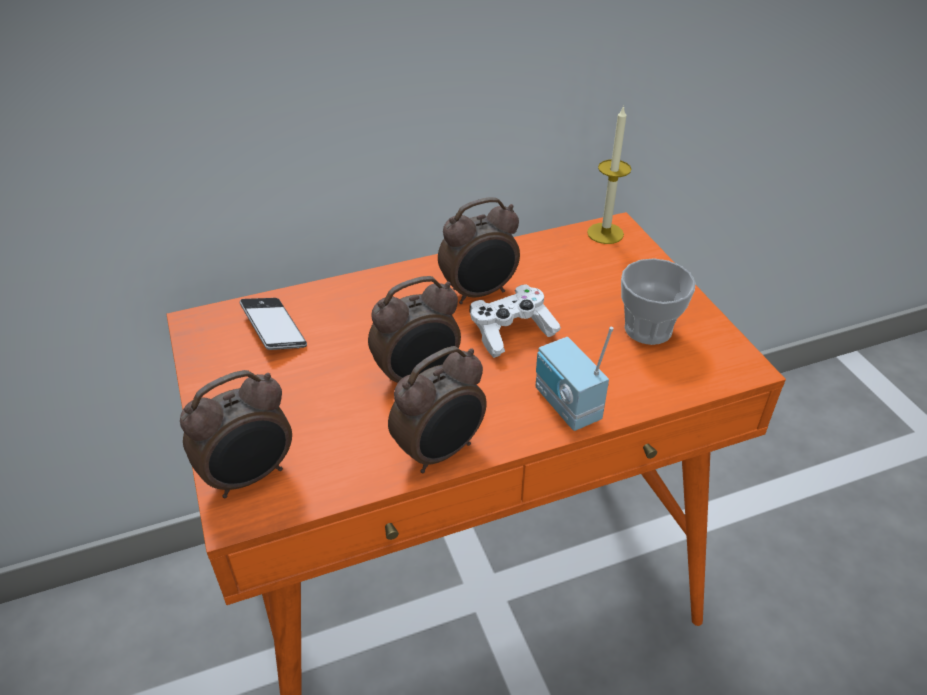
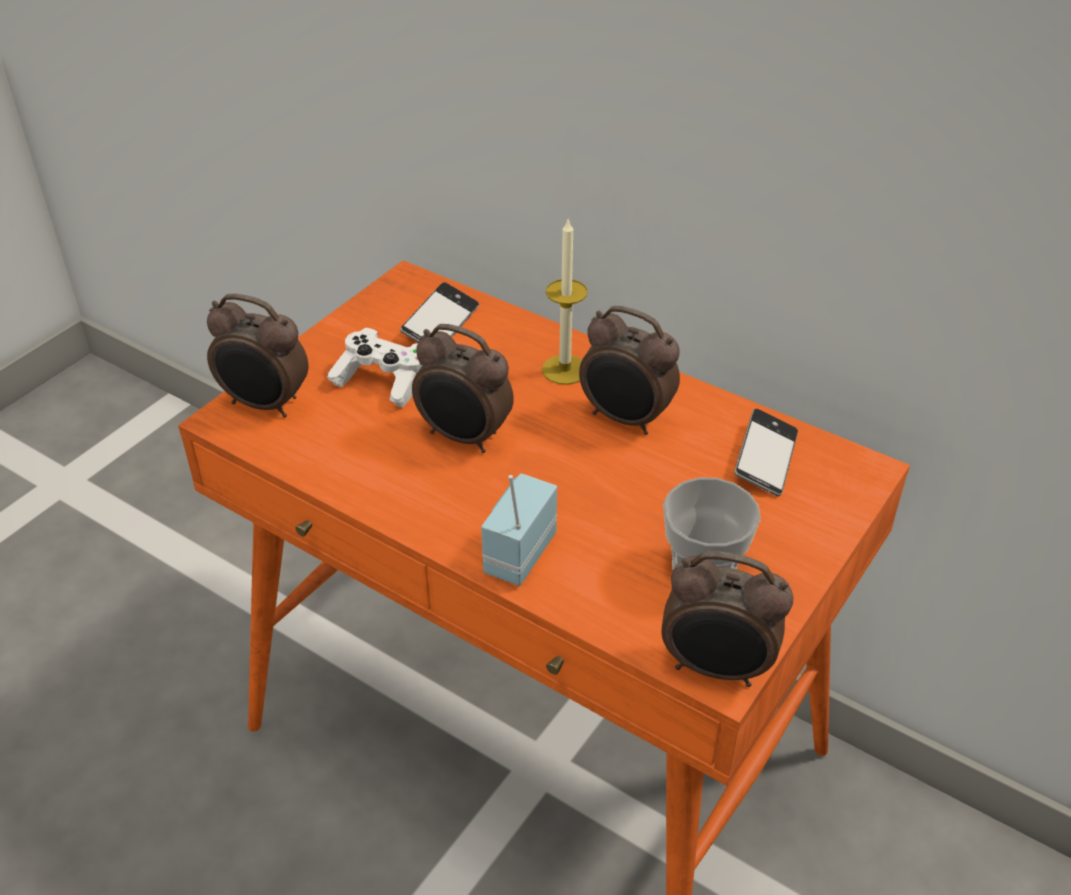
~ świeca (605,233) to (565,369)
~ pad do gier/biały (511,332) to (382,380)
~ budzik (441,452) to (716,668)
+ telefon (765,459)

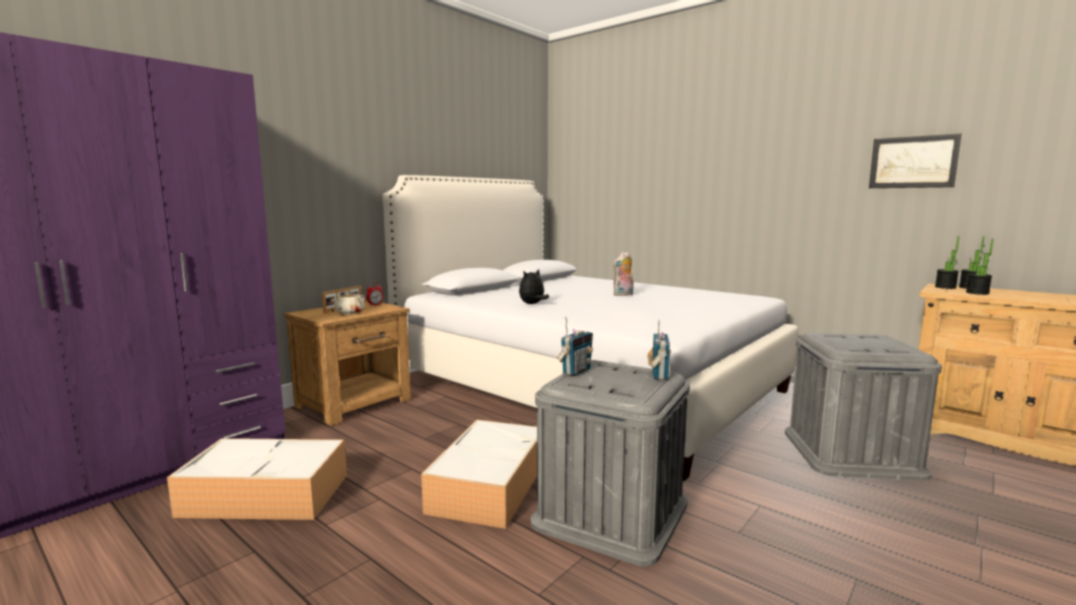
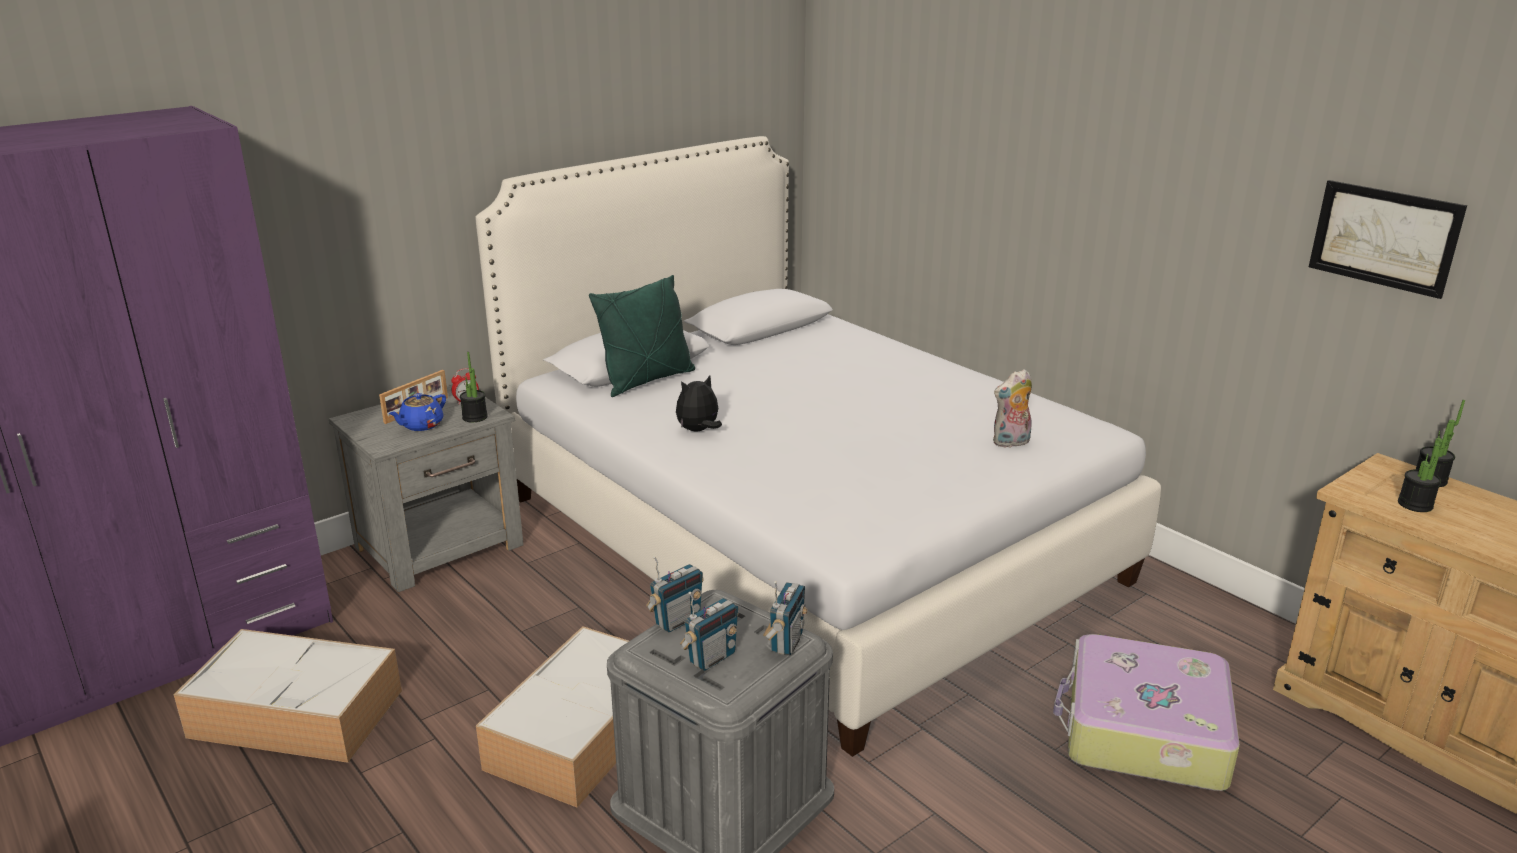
~ roślina doniczkowa (945,287) to (475,417)
~ pluszak (623,295) to (1011,443)
~ imbryk/beżowy (349,312) to imbryk/niebieski (421,425)
~ szafka nocna/brązowy (355,403) to szafka nocna/szary (442,546)
~ pojemnik do przechowywania/szary (851,453) to walizka (1143,731)
+ poduszka/zielony (647,380)
+ radio (711,658)

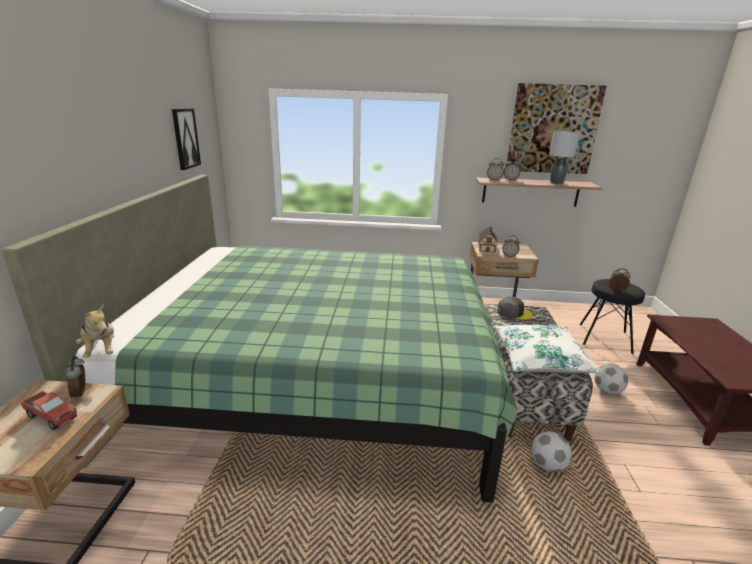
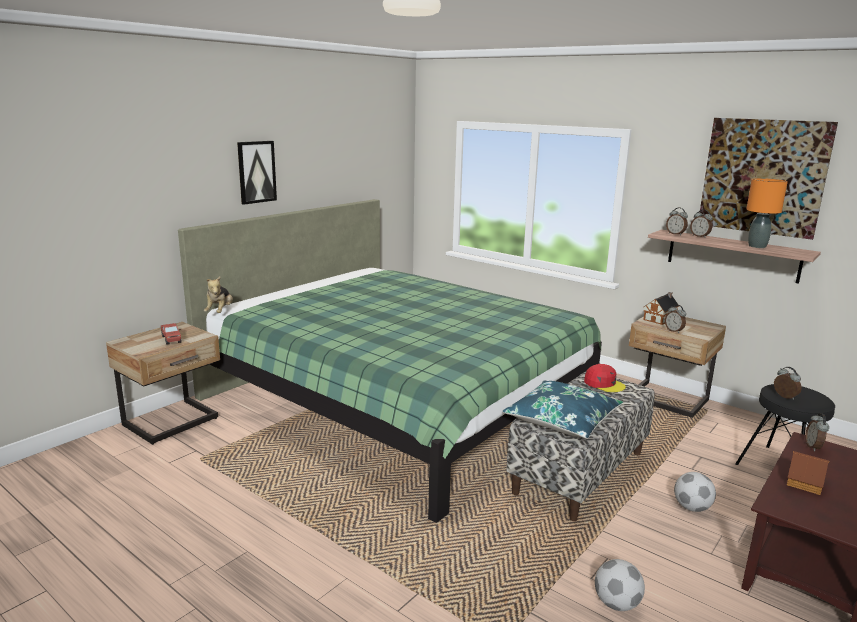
~ obraz (185,138) to (256,172)
~ lampa stołowa/szary (556,183) to lampa stołowa/pomarańczowy (756,246)
~ czapka z daszkiem/szary (513,313) to czapka z daszkiem/czerwony (604,384)
~ poduszka/biały (539,358) to poduszka/niebieski (562,420)
~ budzik (82,393) to (813,447)
~ piłka futbolowa (547,465) to (616,603)
+ domek (805,483)

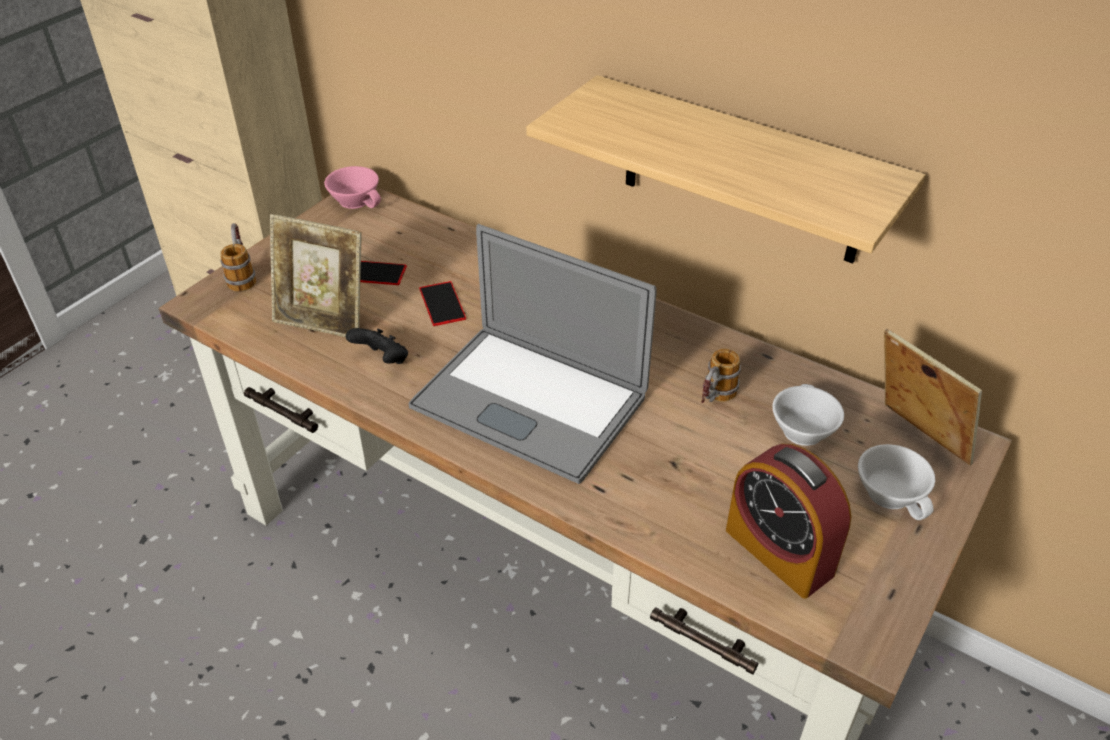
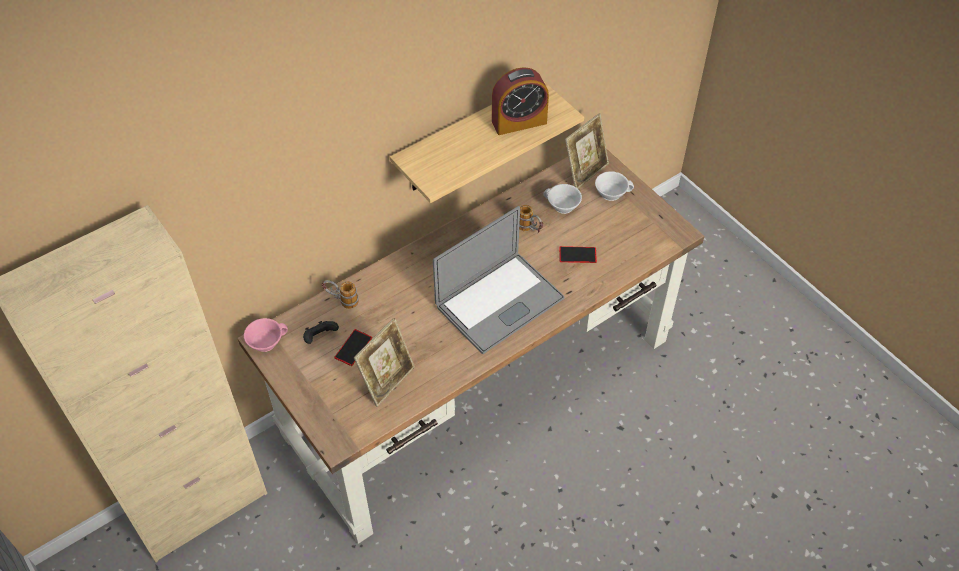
~ kubek (242,275) to (341,300)
~ telefon (442,303) to (577,254)
~ pad do gier/czarny (382,360) to (320,337)
~ ramka na zdjęcie (914,441) = (585,172) 150 degrees clockwise
~ budzik (779,552) to (519,122)

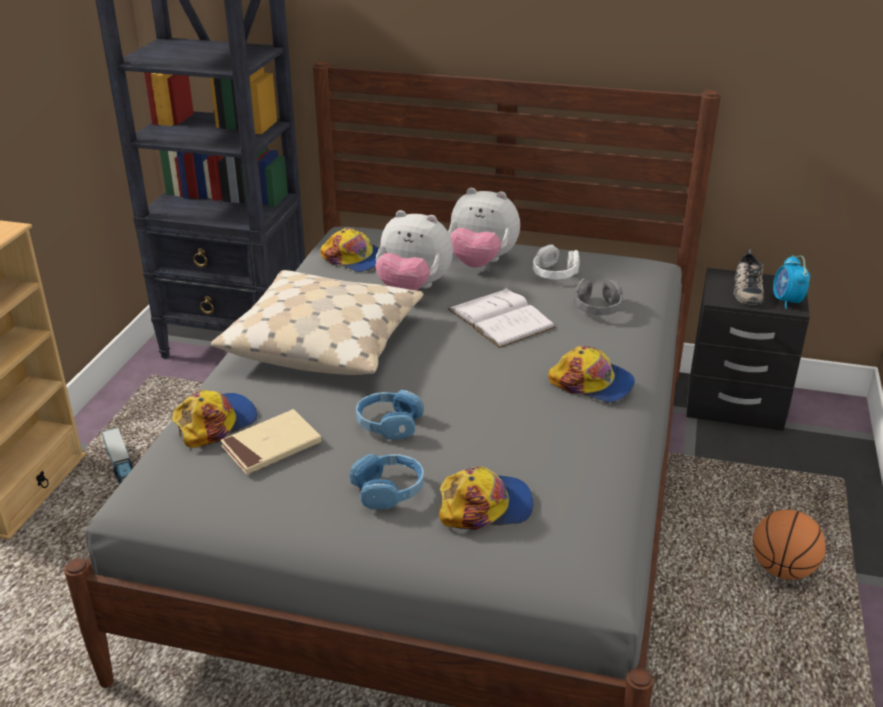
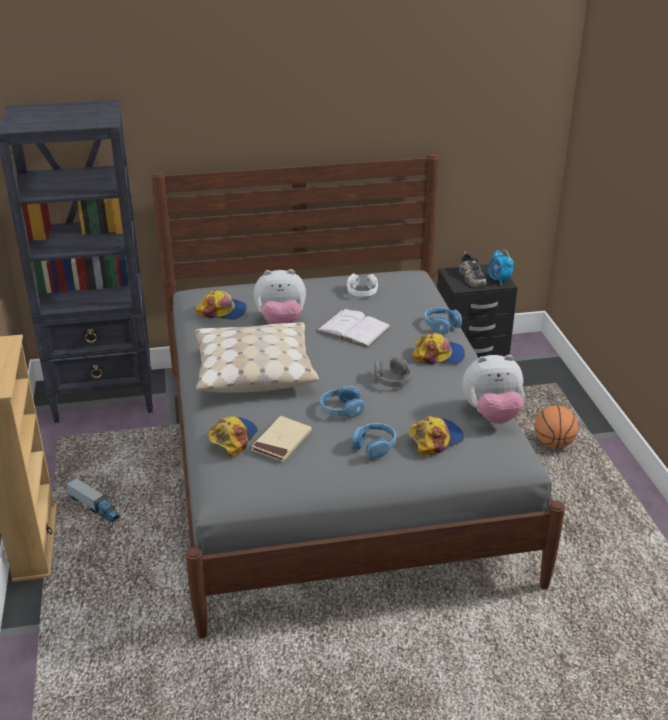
~ pluszak (481,263) to (492,415)
~ słuchawki/szary (597,308) to (392,380)
+ słuchawki/niebieski (441,325)

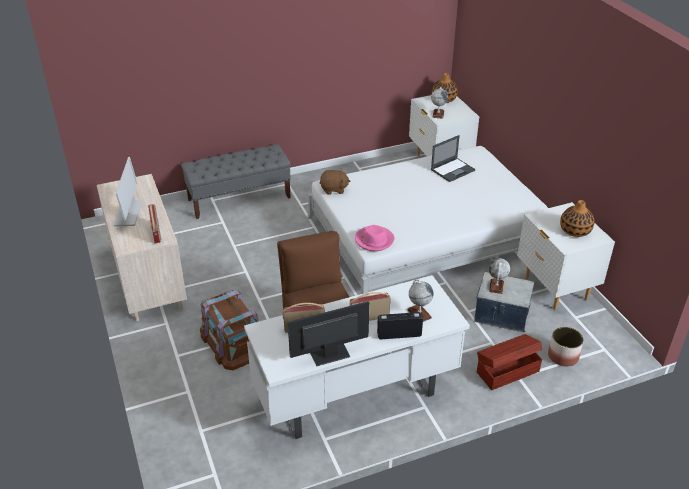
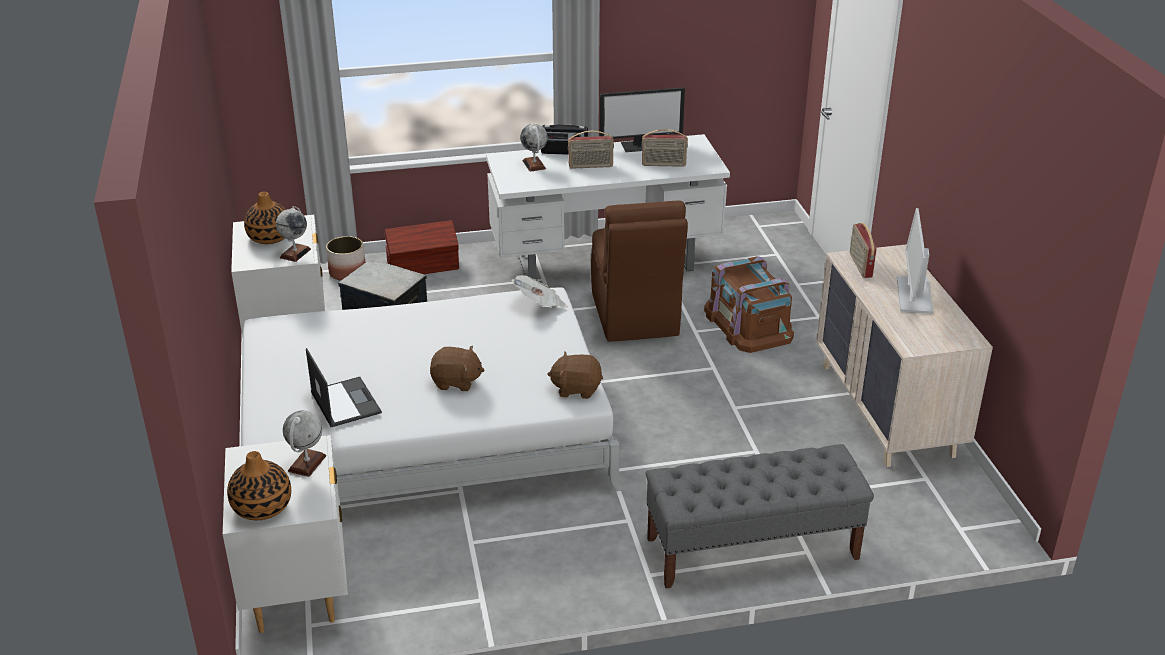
~ laptop (453,170) = (345,402) 90 degrees clockwise
~ kapelusz/różowy (374,240) to gazeta (540,305)
~ globus (496,286) to (295,253)
+ pluszak/brązowy (456,382)

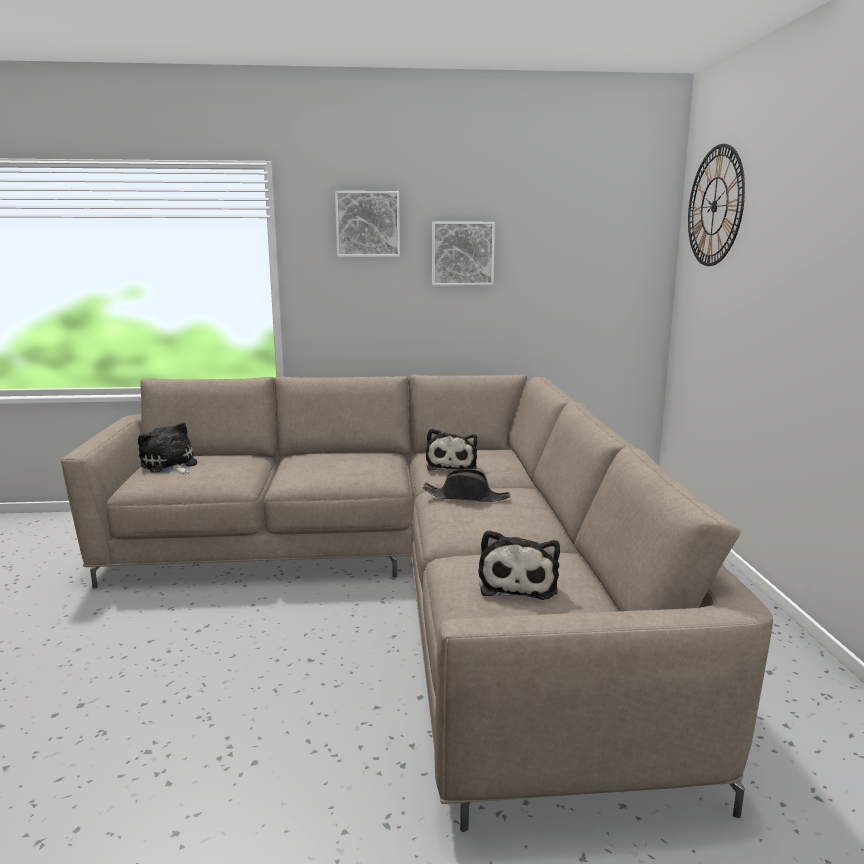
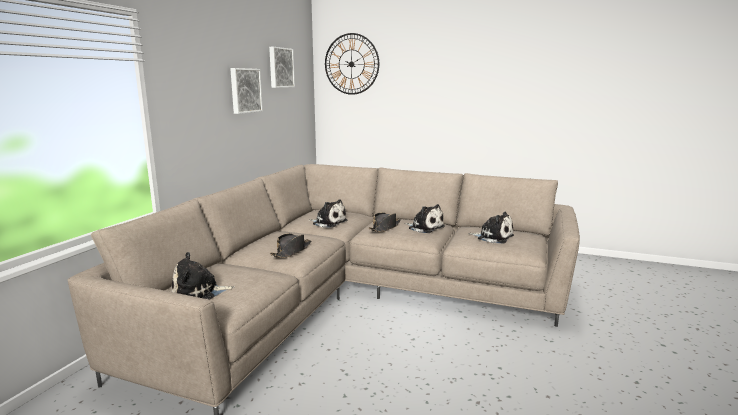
~ obraz (367,224) to (280,67)
+ pluszak (424,228)
+ kapelusz/czarny (291,251)

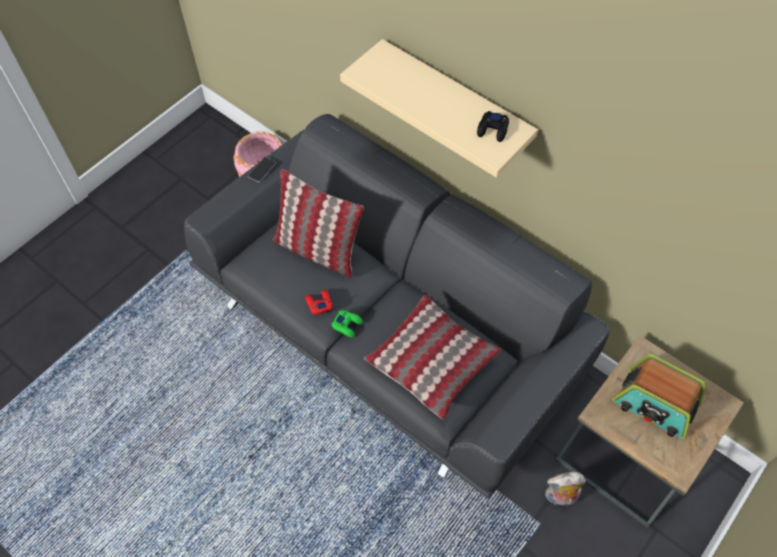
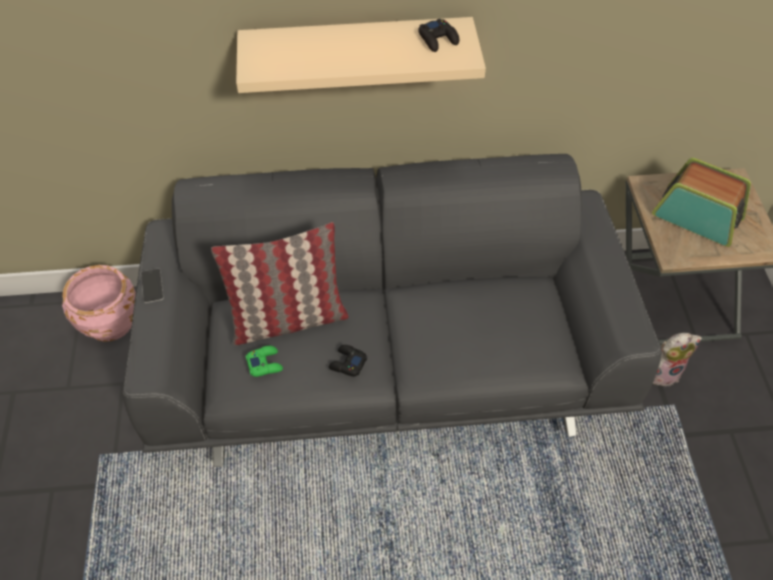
~ pad do gier/czerwony (319,303) to pad do gier/czarny (347,363)
- poduszka (432,361)
~ pad do gier/zielony (347,325) to (265,363)
~ radio (654,404) = (697,216) 135 degrees counterclockwise
~ pluszak (560,497) = (663,372) 150 degrees counterclockwise

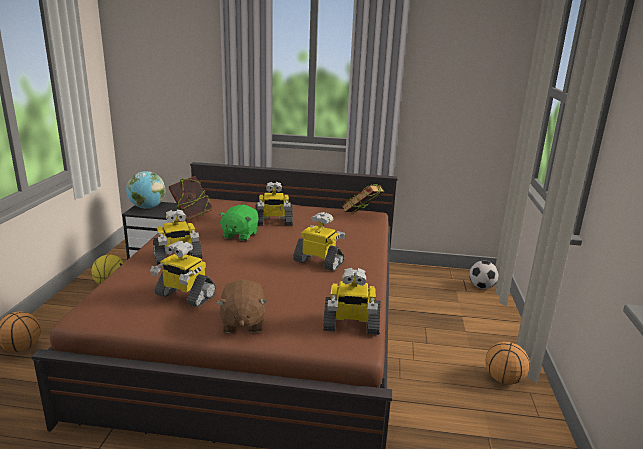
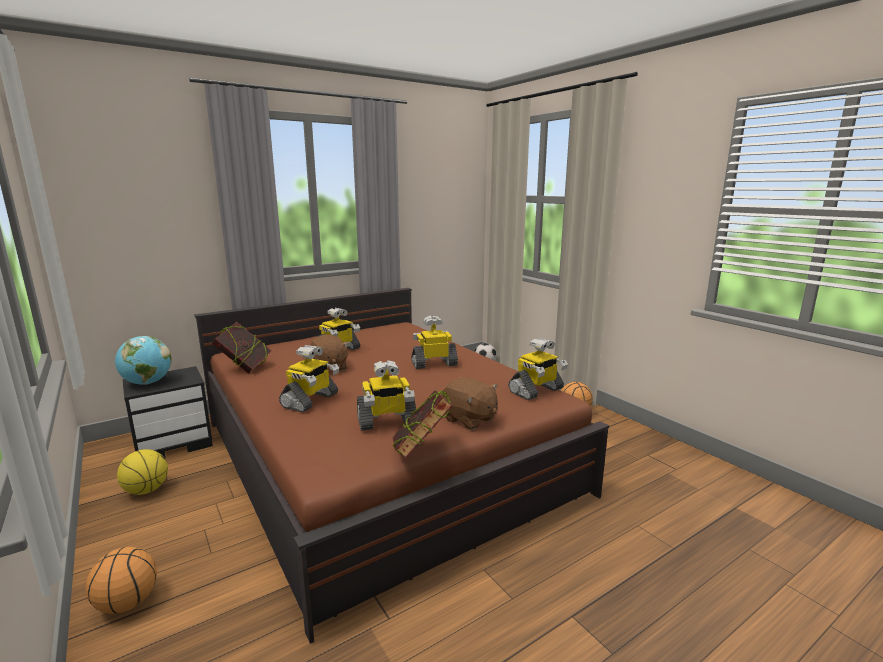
~ książka (361,216) to (421,452)
~ pluszak/zielony (239,235) to pluszak/brązowy (329,368)

